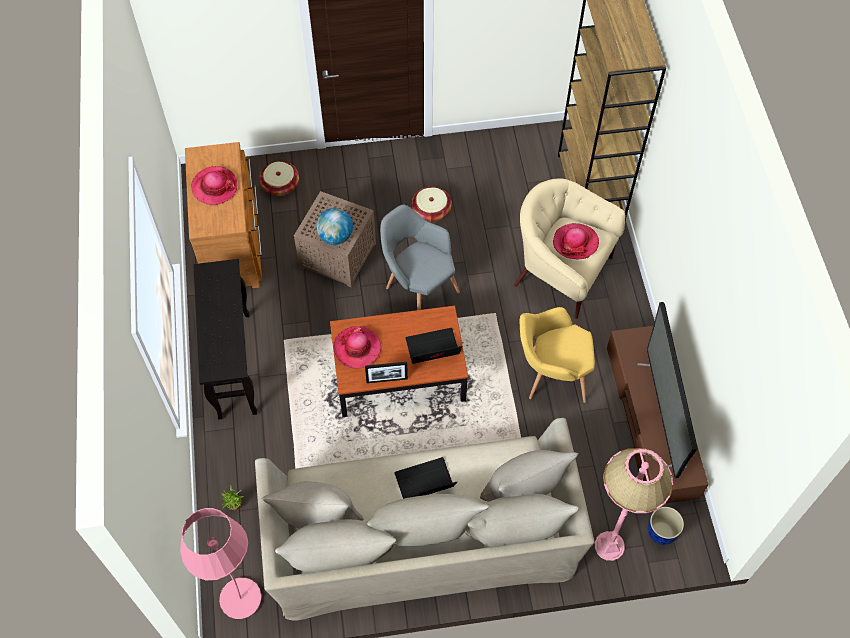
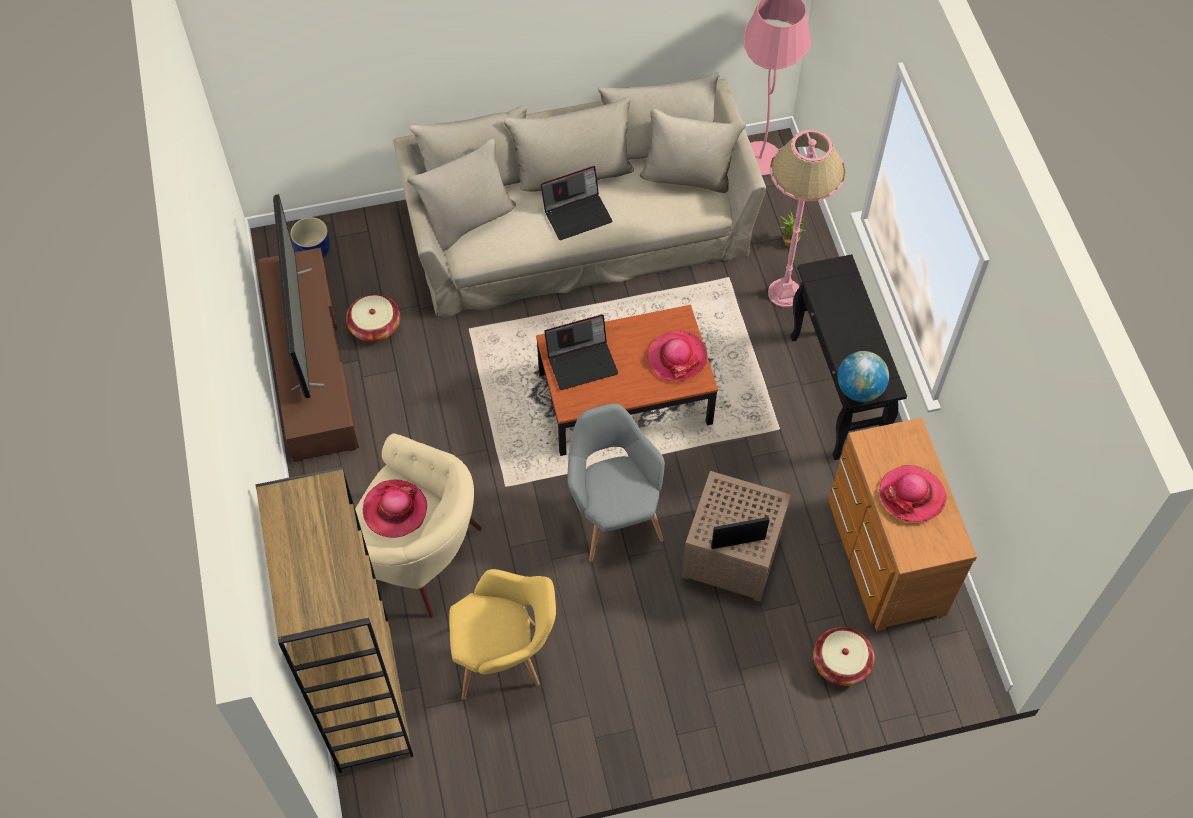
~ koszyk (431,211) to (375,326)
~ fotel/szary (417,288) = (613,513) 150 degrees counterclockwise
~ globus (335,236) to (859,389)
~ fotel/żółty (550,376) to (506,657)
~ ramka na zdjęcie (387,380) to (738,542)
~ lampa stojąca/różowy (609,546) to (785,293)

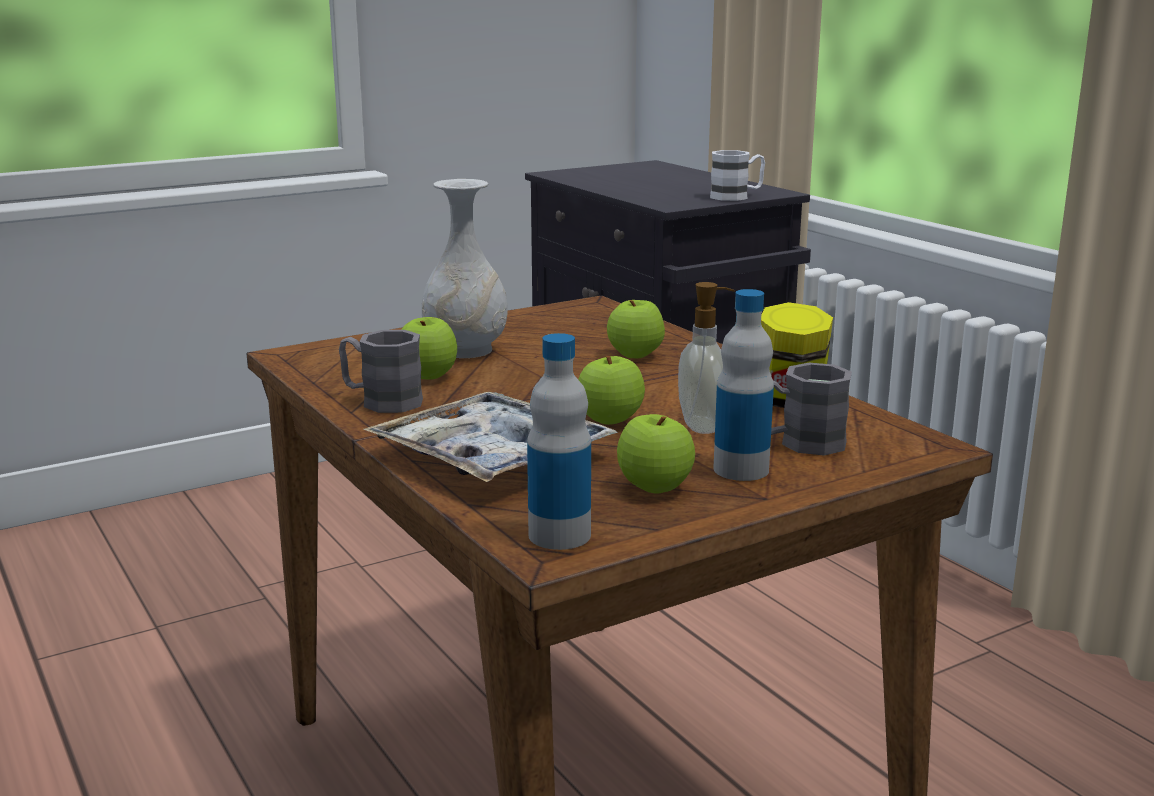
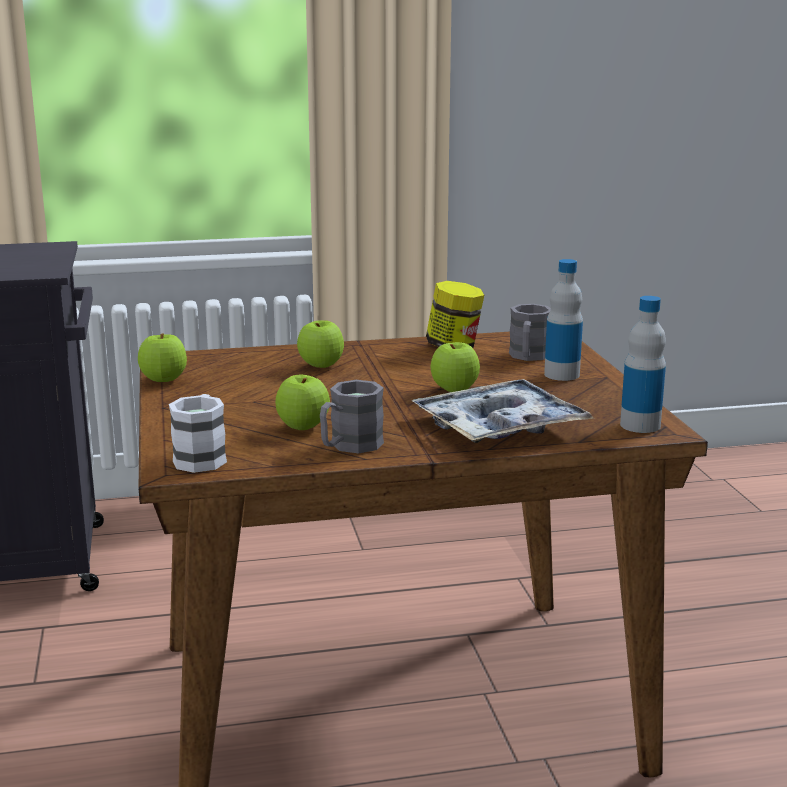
~ kubek/biały (736,196) to (202,456)
- wazon/biały (467,350)
- dozownik mydła (703,426)
~ jabłko (655,488) to (163,380)

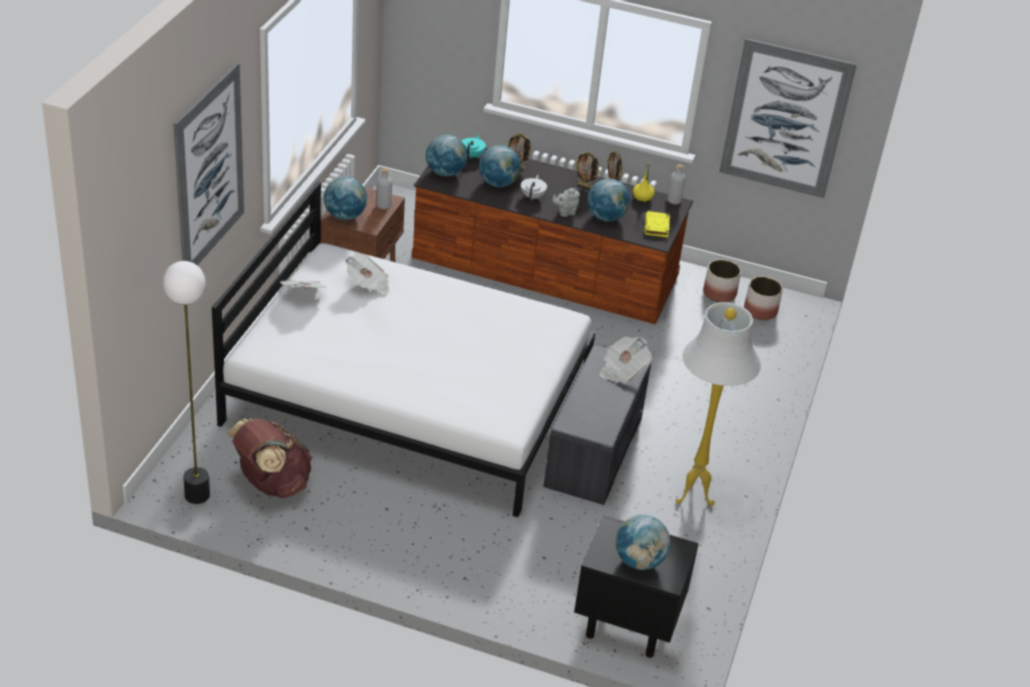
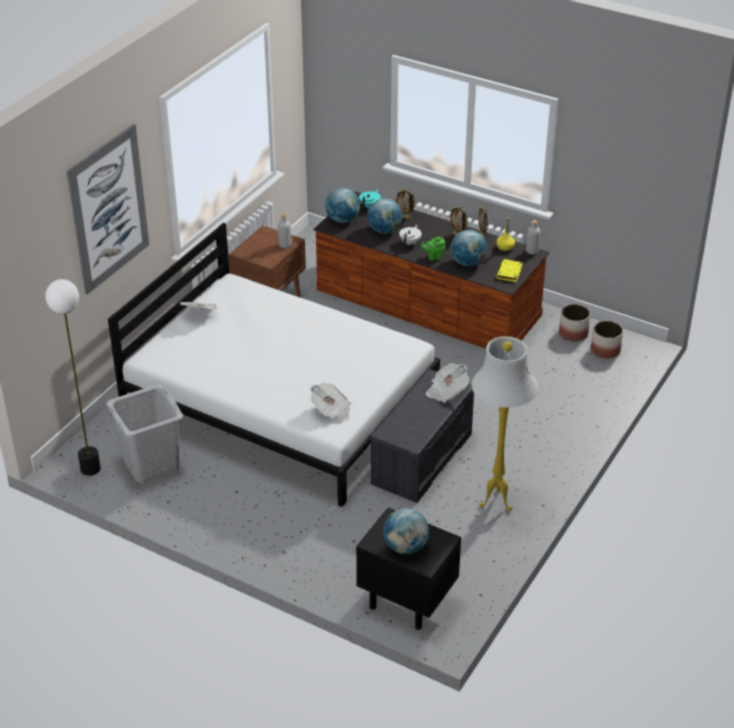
- obraz (785,119)
- globus (345,216)
~ imbryk/szary (565,212) to imbryk/zielony (433,257)
~ gazeta (368,284) to (331,411)
~ plecak/brązowy (271,484) to kosz na pranie/szary (151,464)

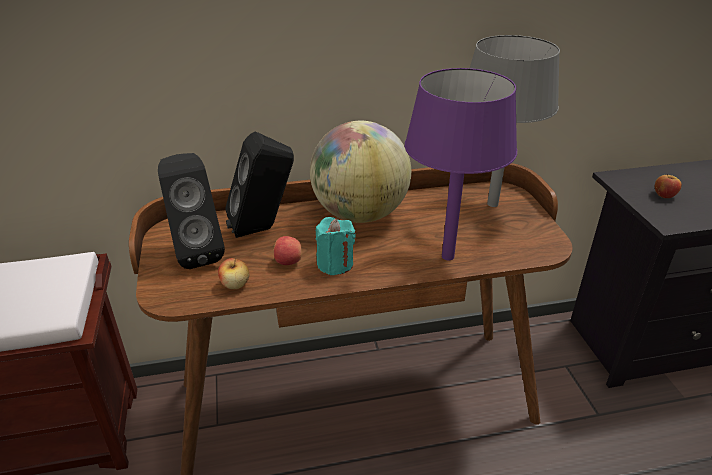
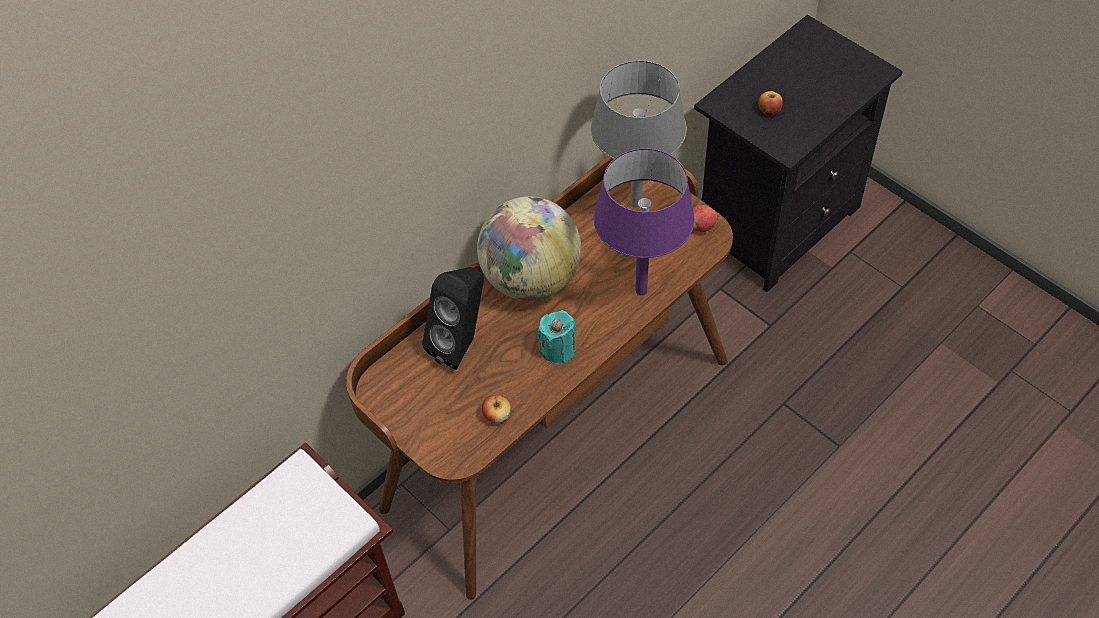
- głośnik/czarny (196,252)
~ jabłko (288,262) to (701,226)

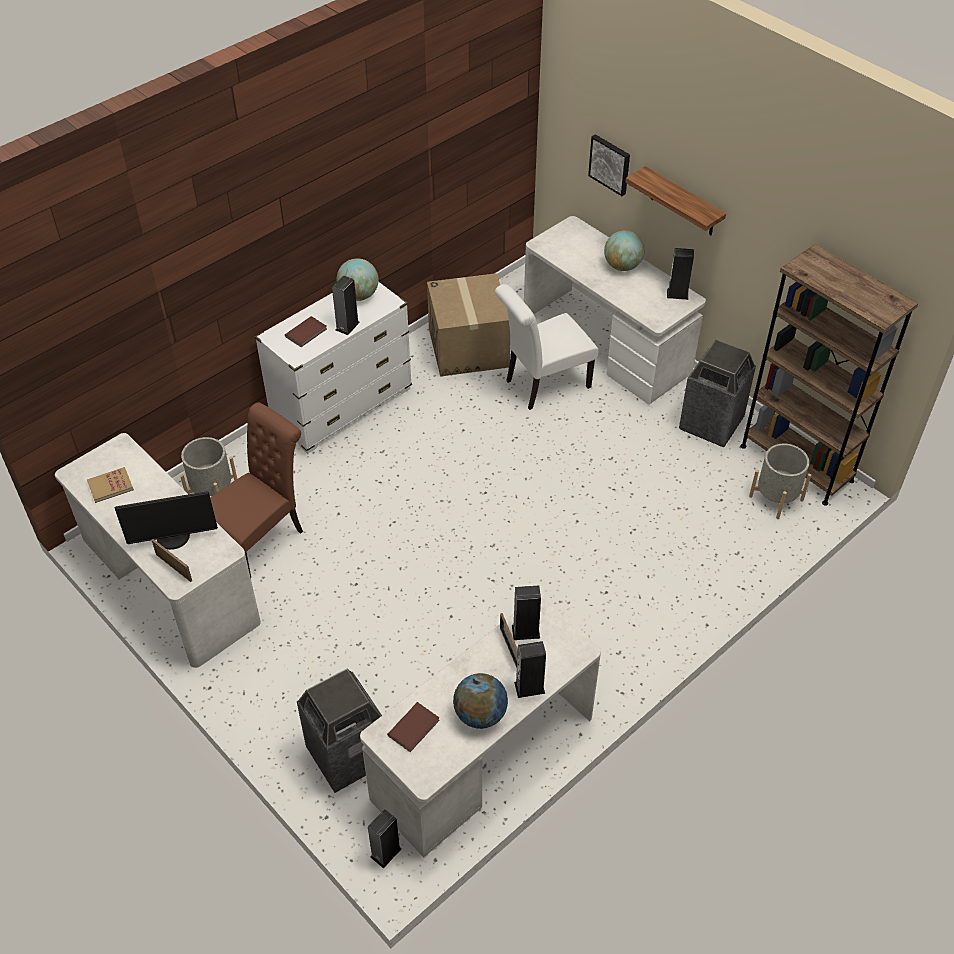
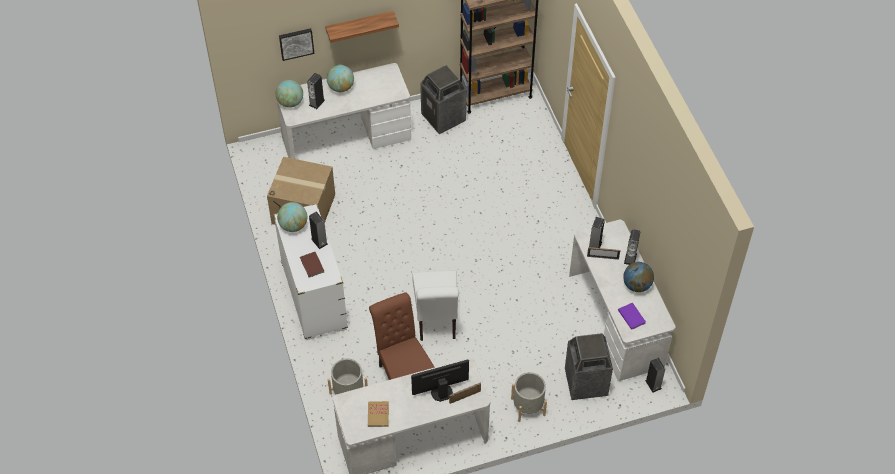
~ głośnik (677,294) to (317,102)
~ krzesło/biały (543,385) to (436,321)
~ donica/szary (776,498) to (528,406)
~ monitor (173,538) = (441,391) 120 degrees counterclockwise
~ książka/brązowy (415,728) to książka/fioletowy (632,316)
+ globus (290,102)

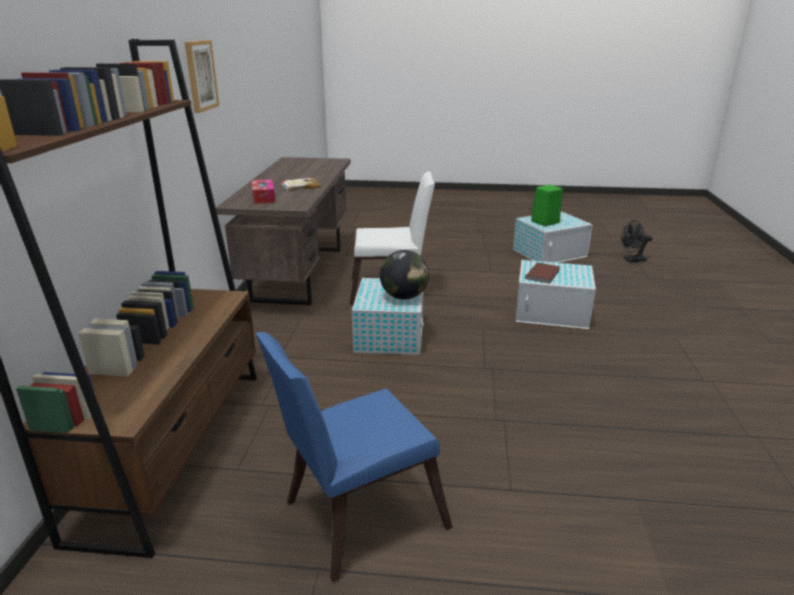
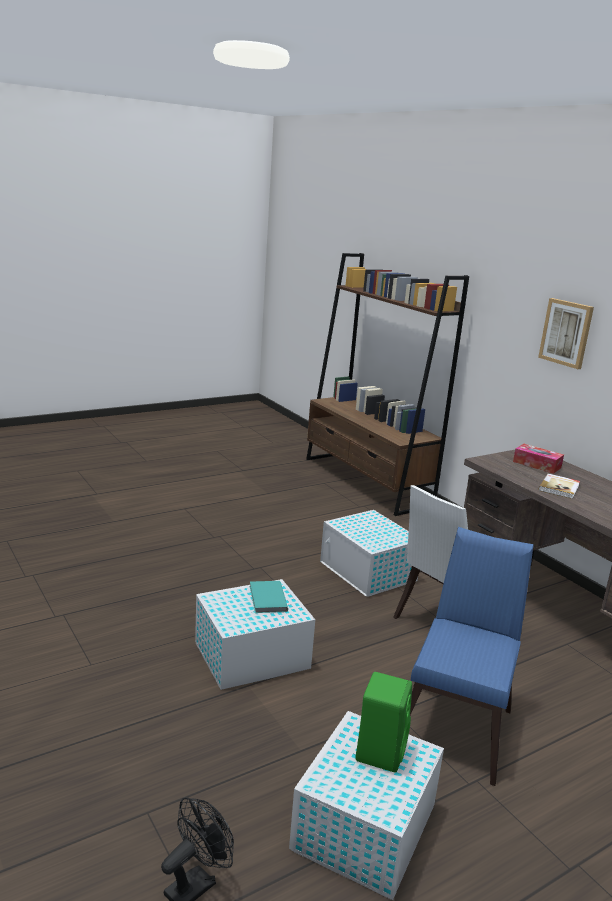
- globus (404,297)
~ książka/brązowy (543,274) to książka/turkusowy (266,599)
~ krzesło/niebieski (355,517) to (456,723)

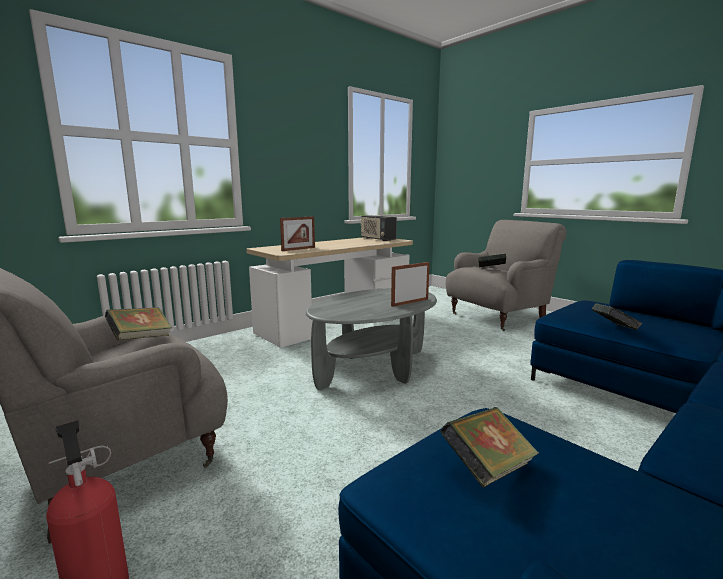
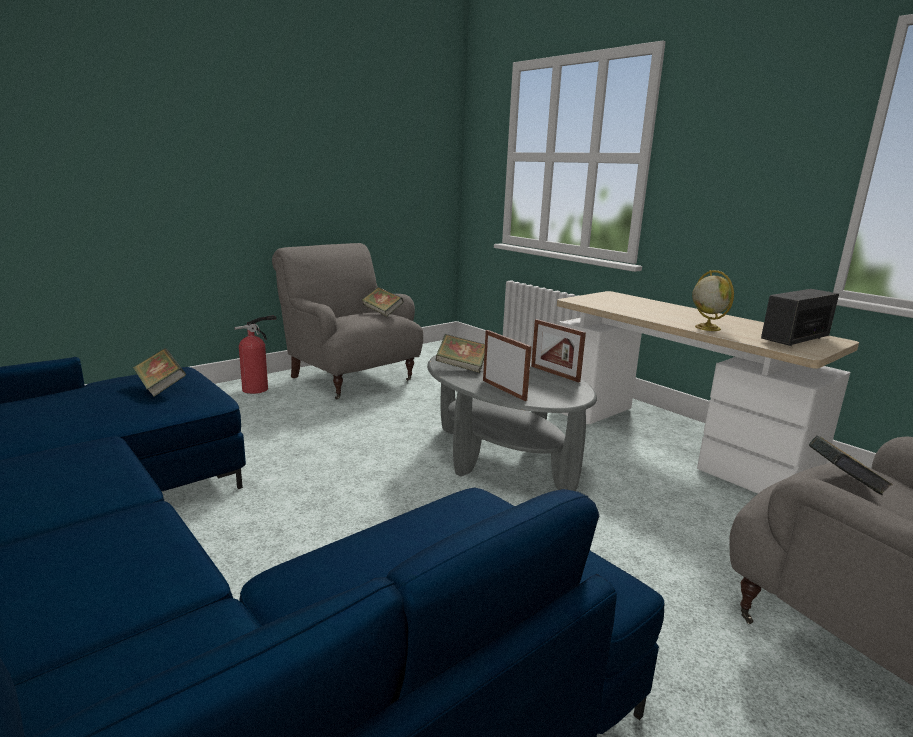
~ ramka na zdjęcie (298,249) to (554,373)
~ książka (613,329) to (461,367)
+ globus (706,328)

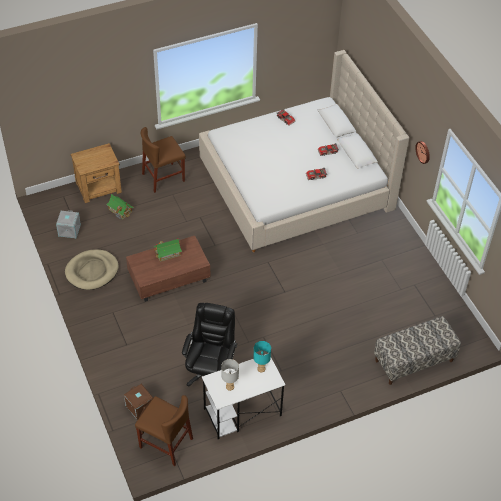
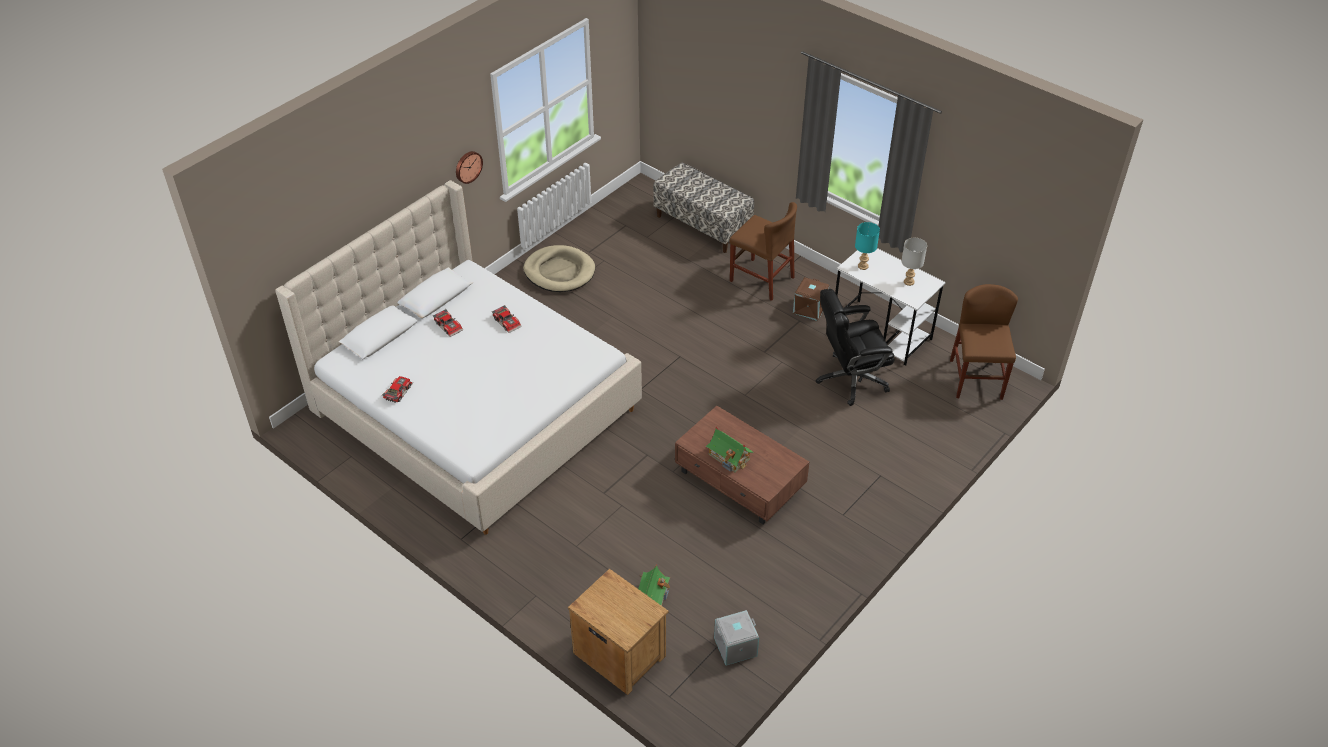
~ krzesło/brązowy (163,177) to (761,279)
~ legowisko/beżowy (92,271) to (559,272)
~ pojemnik do przechowywania/brązowy (139,407) to (810,309)

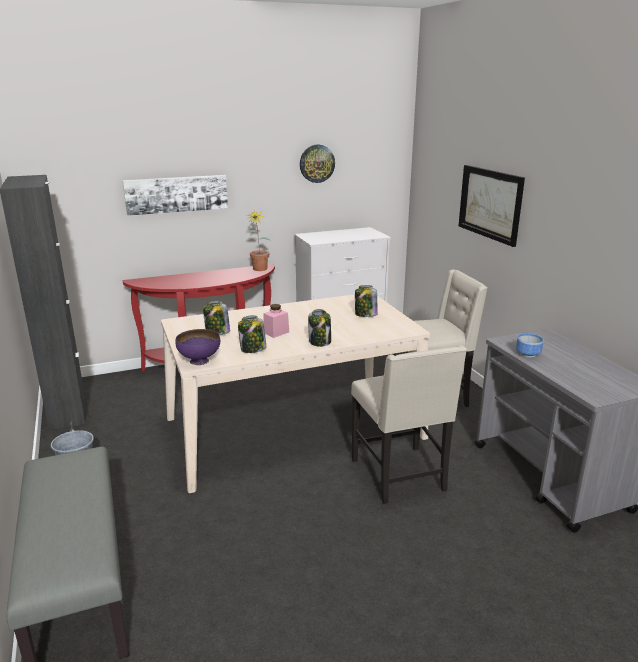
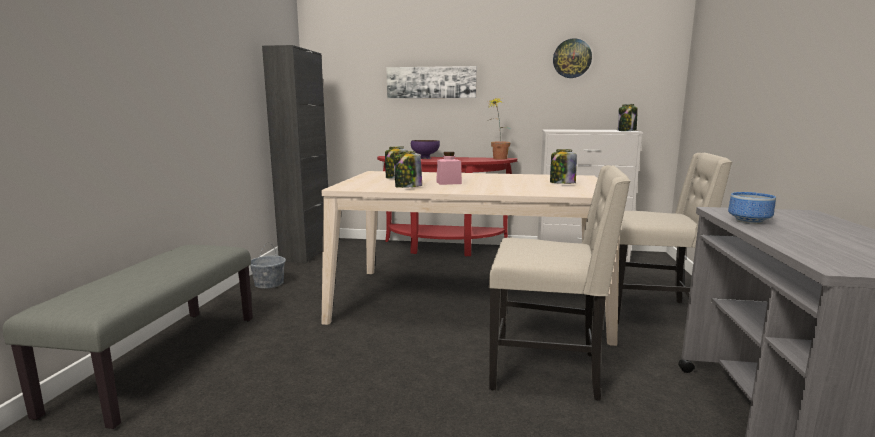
- obraz (490,203)
~ słoik (320,342) to (627,131)
~ miska/fioletowy (199,361) to (425,158)
~ krzesło/beżowy (400,476) = (547,370) 90 degrees counterclockwise

